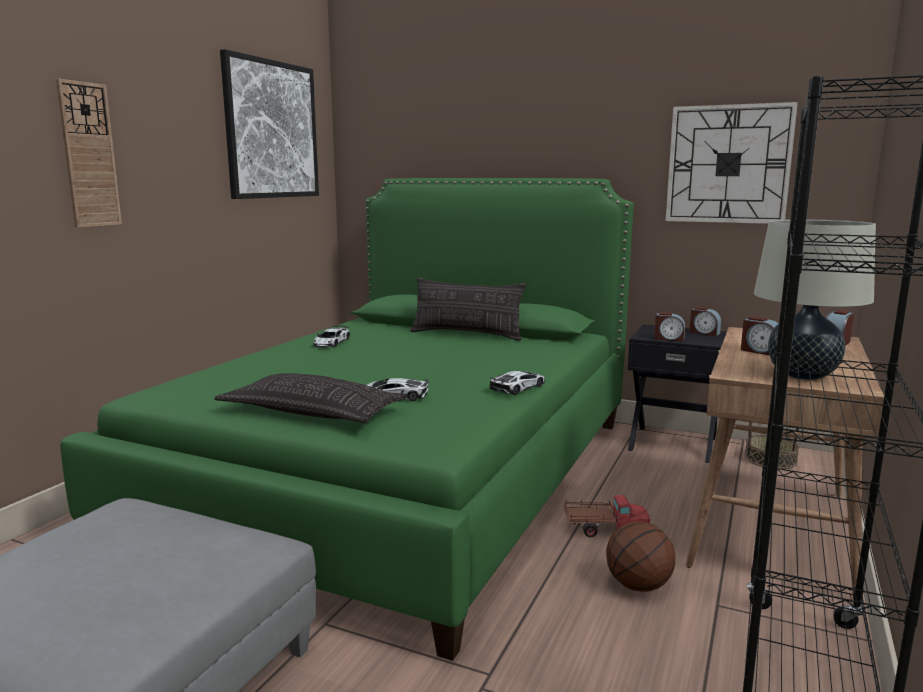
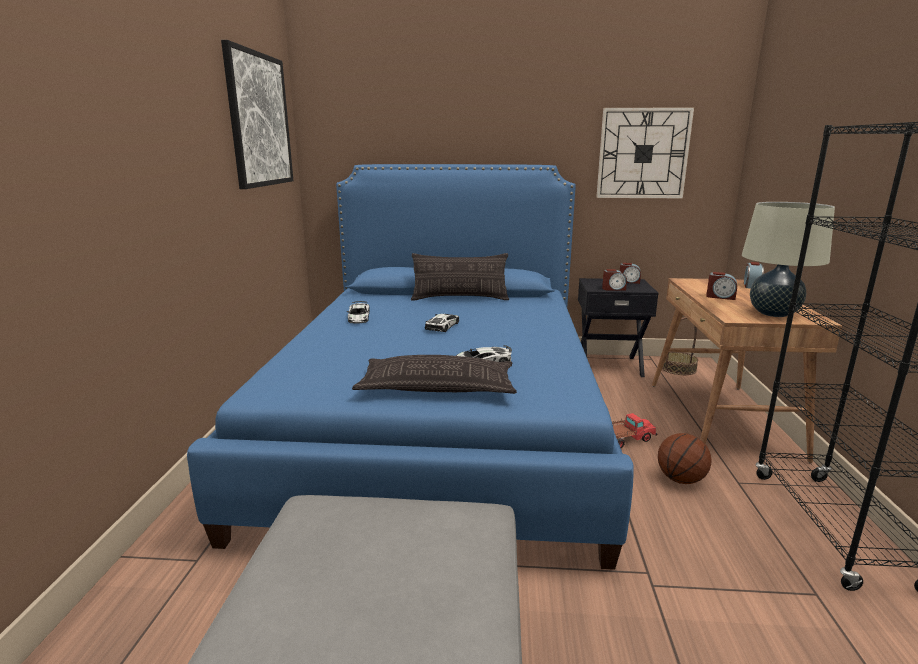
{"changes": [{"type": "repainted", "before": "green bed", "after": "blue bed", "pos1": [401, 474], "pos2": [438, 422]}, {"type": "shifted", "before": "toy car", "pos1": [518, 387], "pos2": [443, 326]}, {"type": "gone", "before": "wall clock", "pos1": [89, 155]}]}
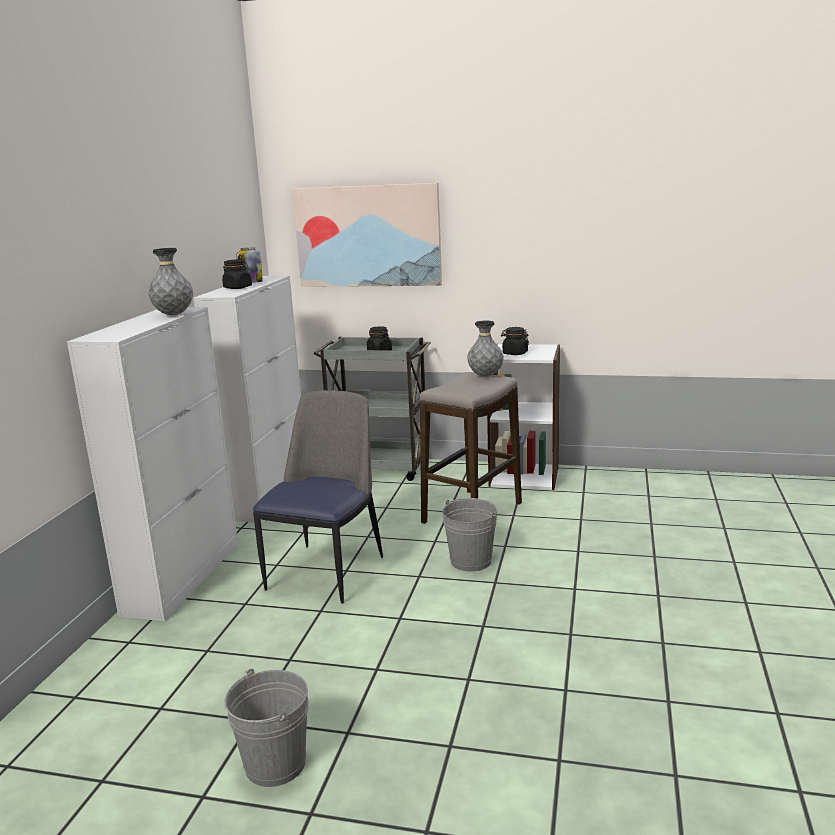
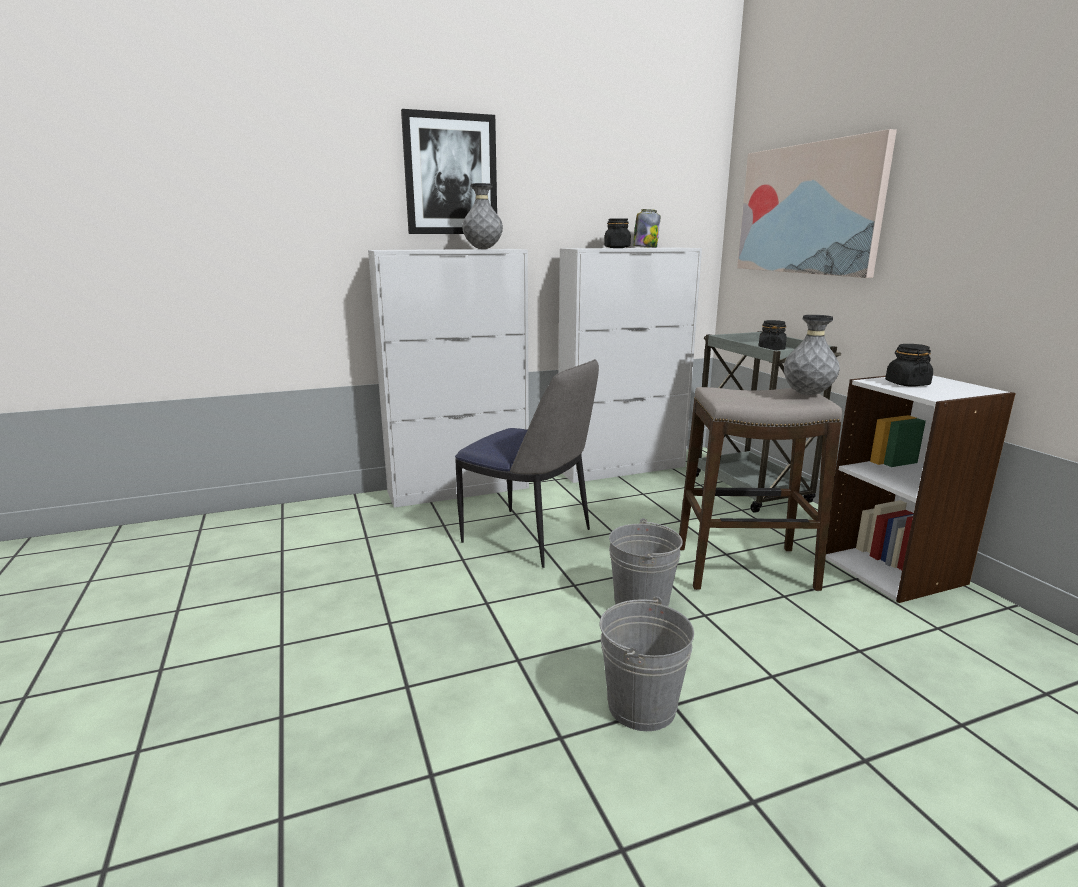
{"changes": [{"type": "new", "after": "picture", "pos2": [450, 175]}, {"type": "rotated", "before": "chair", "pos1": [327, 571], "pos2": [529, 537], "turn": 45}, {"type": "shifted", "before": "grey bucket", "pos1": [275, 764], "pos2": [641, 706]}]}
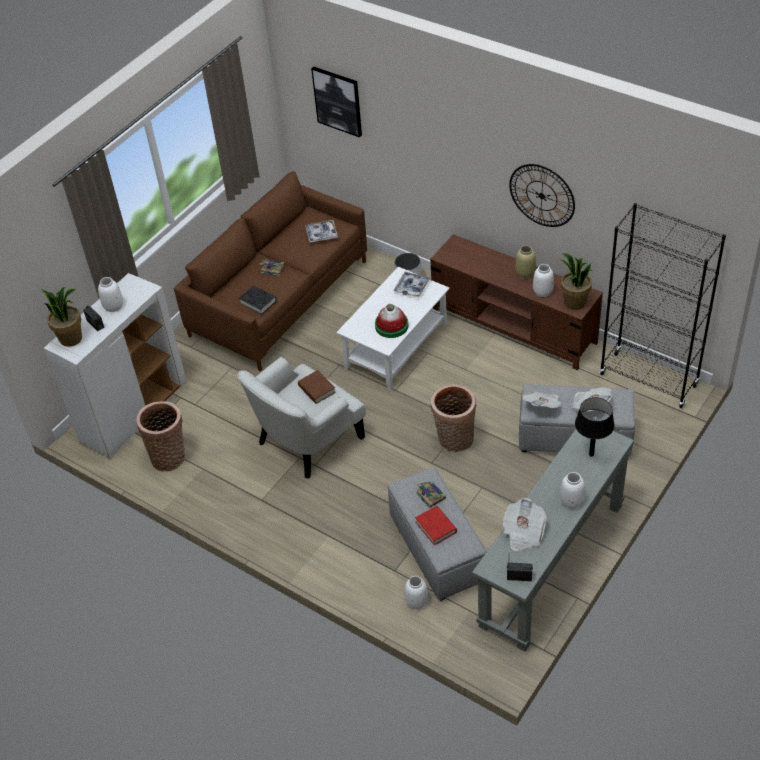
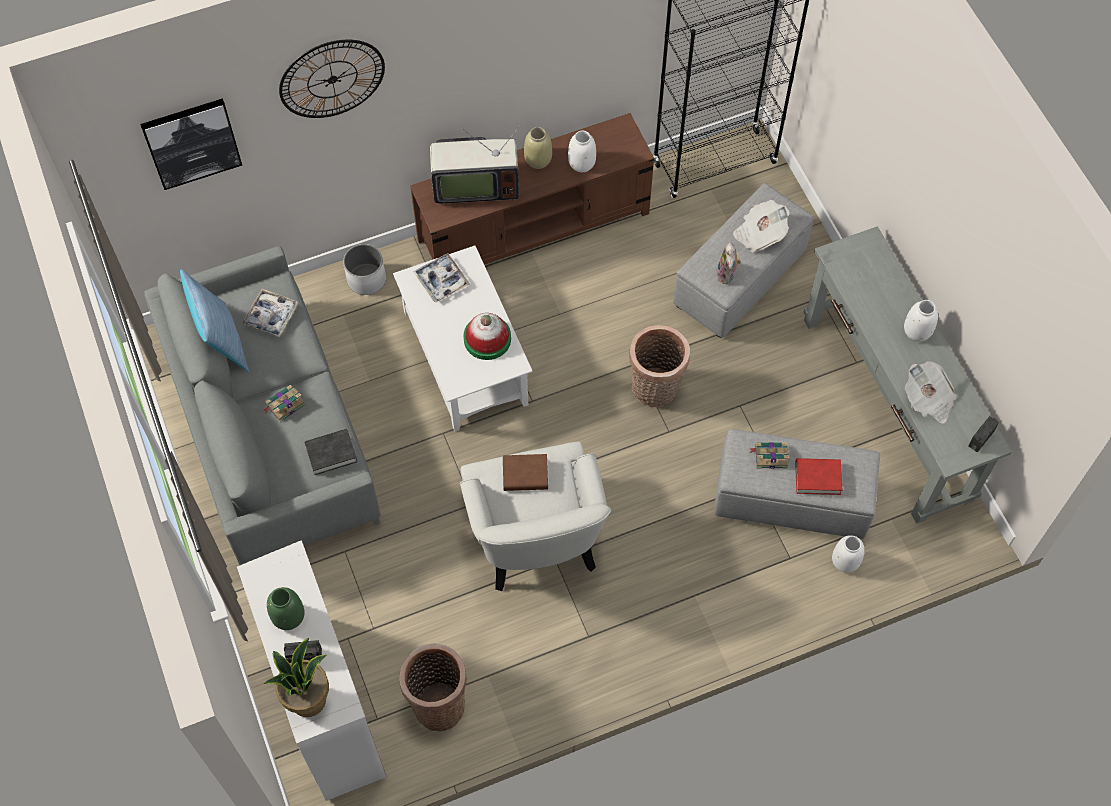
{"changes": [{"type": "repainted", "before": "brown sofa", "after": "grey sofa", "pos1": [279, 298], "pos2": [271, 432]}, {"type": "new", "after": "pillow", "pos2": [221, 342]}, {"type": "repainted", "before": "white vase", "after": "green vase", "pos1": [113, 306], "pos2": [289, 617]}, {"type": "shifted", "before": "wall clock", "pos1": [542, 195], "pos2": [332, 79]}, {"type": "new", "after": "television", "pos2": [474, 185]}, {"type": "swapped", "before": "newspaper", "after": "plush toy", "pos1": [543, 406], "pos2": [727, 275]}, {"type": "gone", "before": "potted plant", "pos1": [574, 303]}, {"type": "gone", "before": "black table lamp", "pos1": [591, 454]}]}
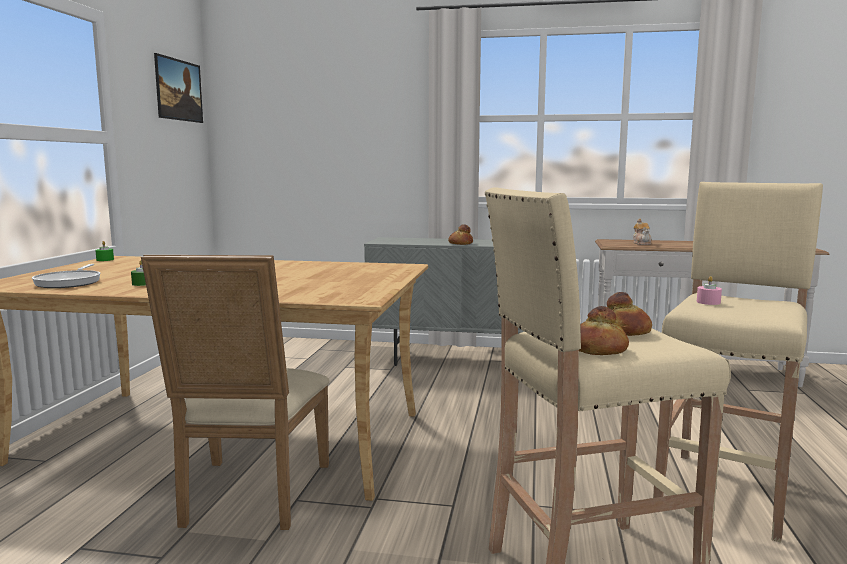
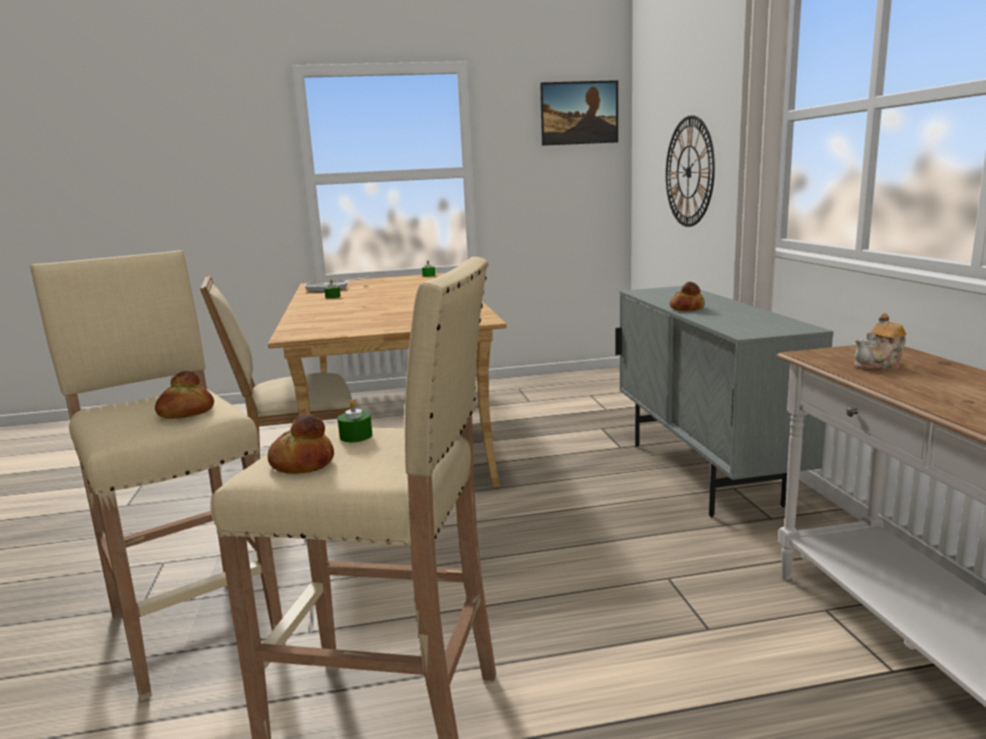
{"changes": [{"type": "shifted", "before": "bread", "pos1": [599, 350], "pos2": [301, 463]}, {"type": "repainted", "before": "pink candle", "after": "green candle", "pos1": [708, 302], "pos2": [356, 436]}, {"type": "new", "after": "wall clock", "pos2": [689, 172]}]}
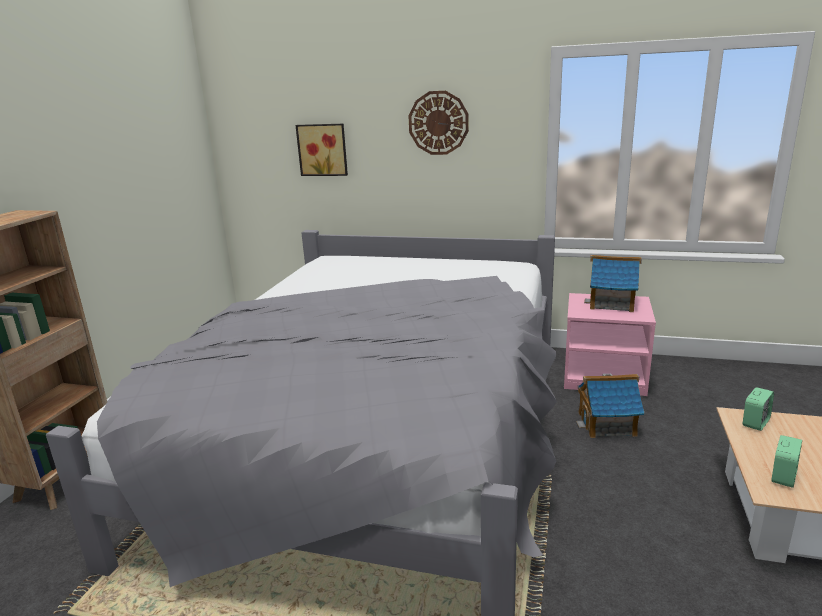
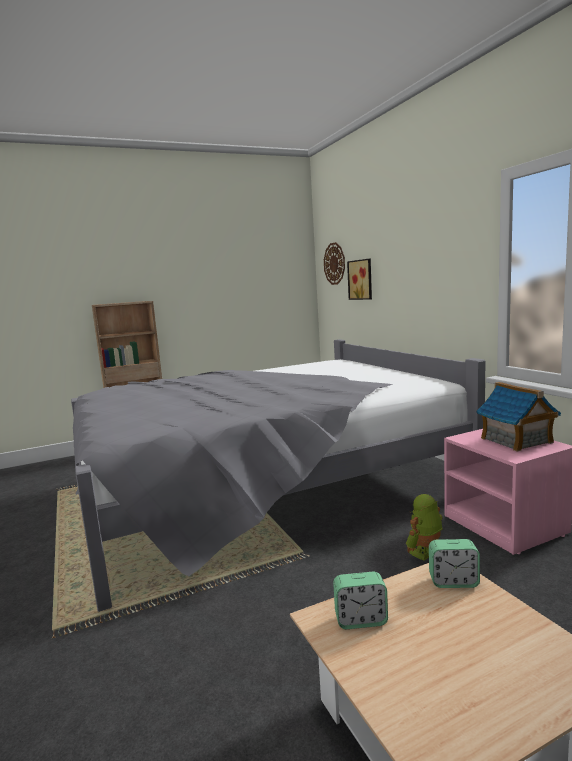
{"changes": [{"type": "shifted", "before": "wall clock", "pos1": [438, 123], "pos2": [334, 263]}, {"type": "swapped", "before": "toy house", "after": "toy robot", "pos1": [607, 424], "pos2": [425, 553]}]}
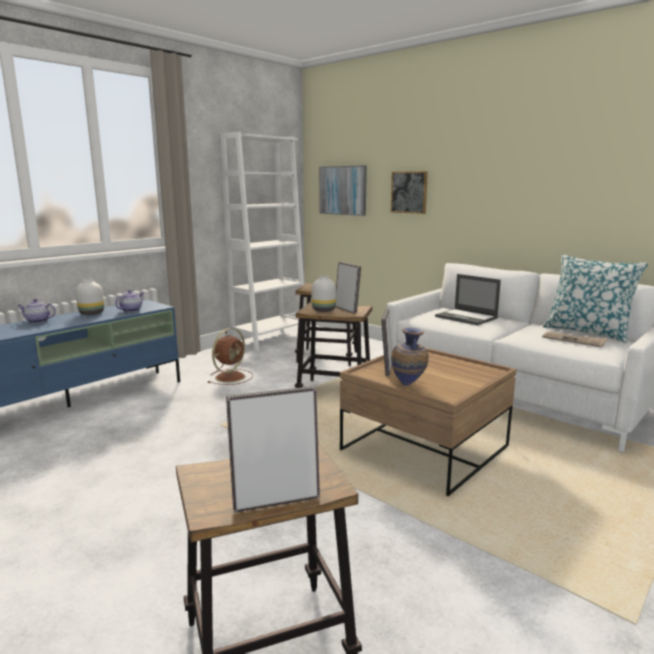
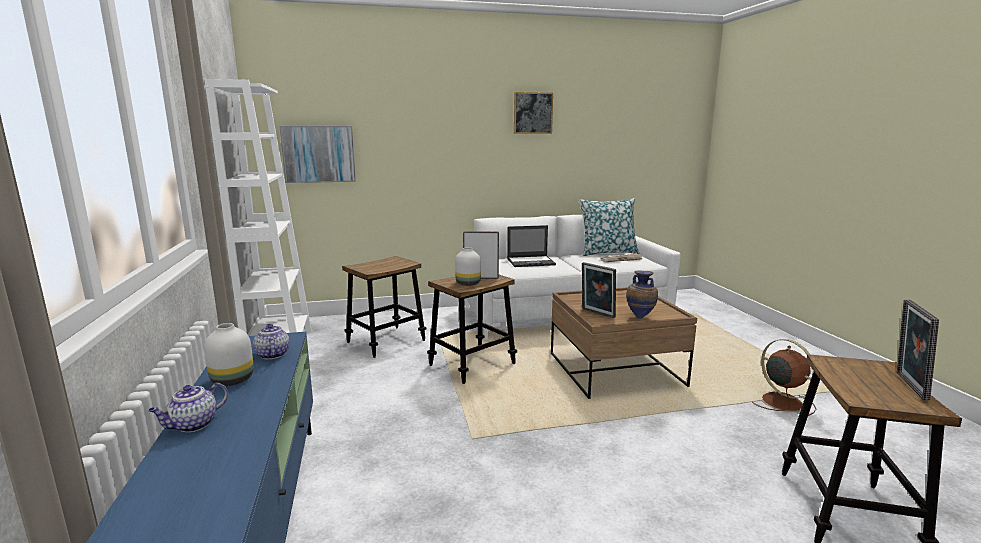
{"changes": [{"type": "shifted", "before": "picture", "pos1": [409, 192], "pos2": [532, 113]}, {"type": "shifted", "before": "brown fan", "pos1": [231, 377], "pos2": [780, 401]}]}
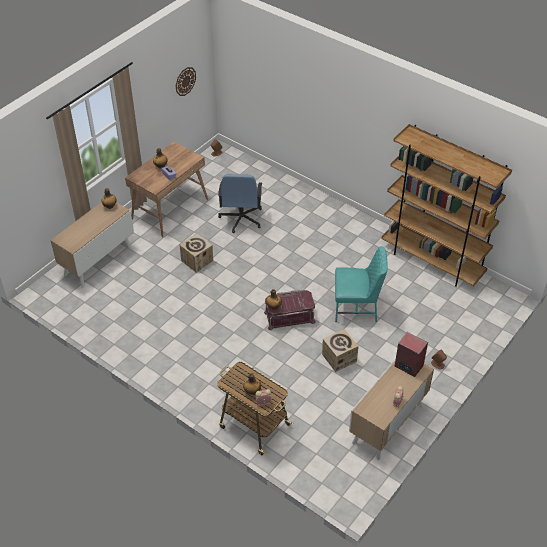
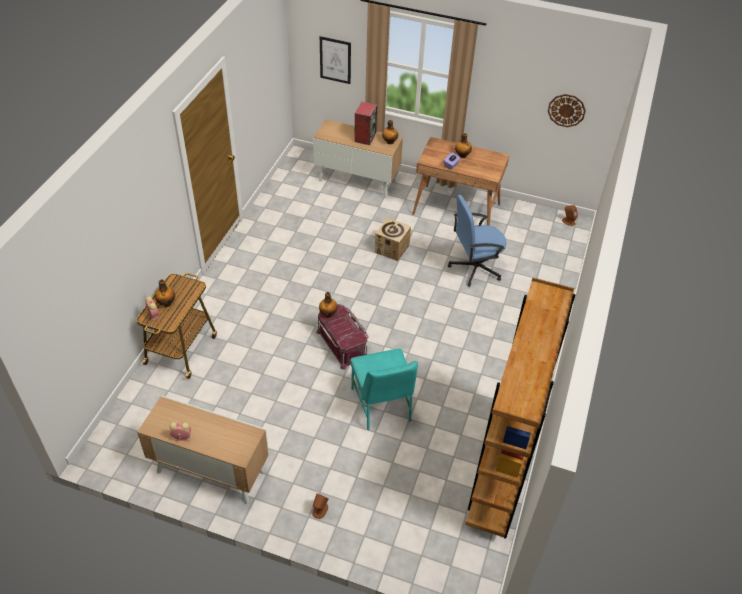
{"changes": [{"type": "new", "after": "picture", "pos2": [335, 60]}, {"type": "shifted", "before": "speaker", "pos1": [408, 366], "pos2": [365, 137]}, {"type": "gone", "before": "cardboard box", "pos1": [339, 358]}]}
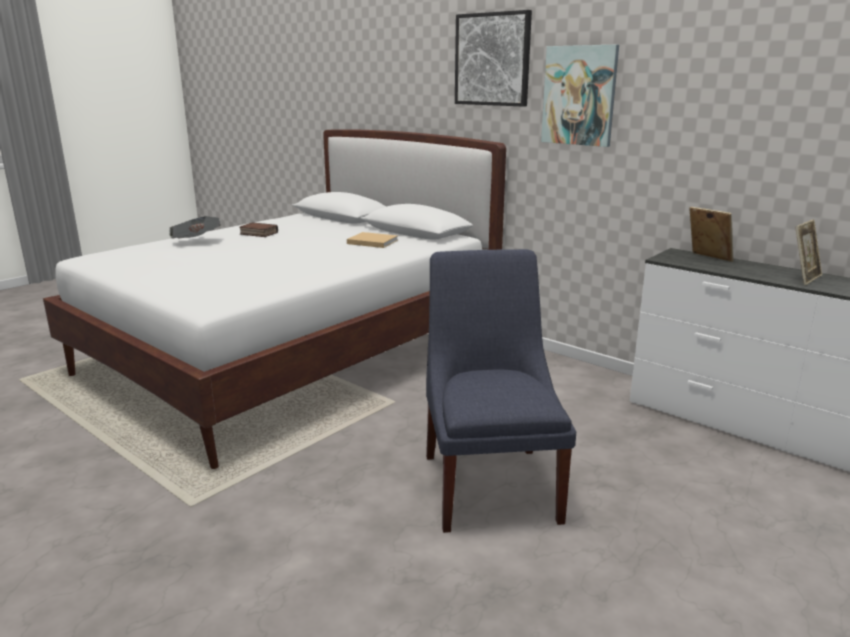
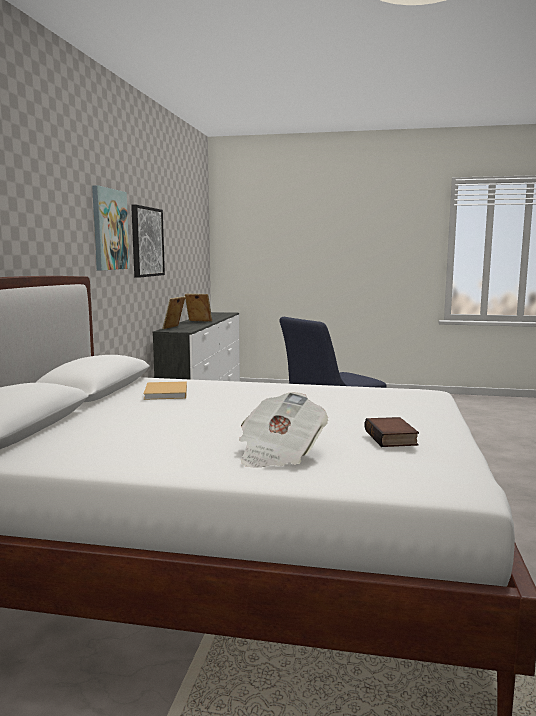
{"changes": [{"type": "shifted", "before": "picture", "pos1": [492, 59], "pos2": [146, 242]}, {"type": "shifted", "before": "book", "pos1": [257, 233], "pos2": [392, 438]}]}
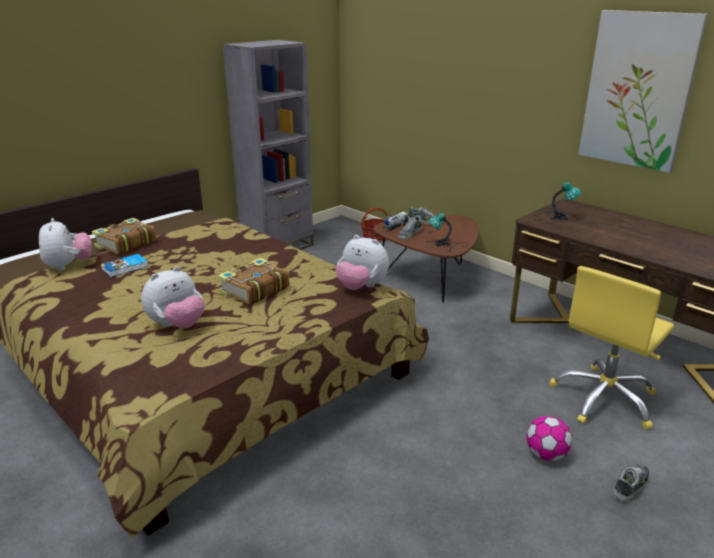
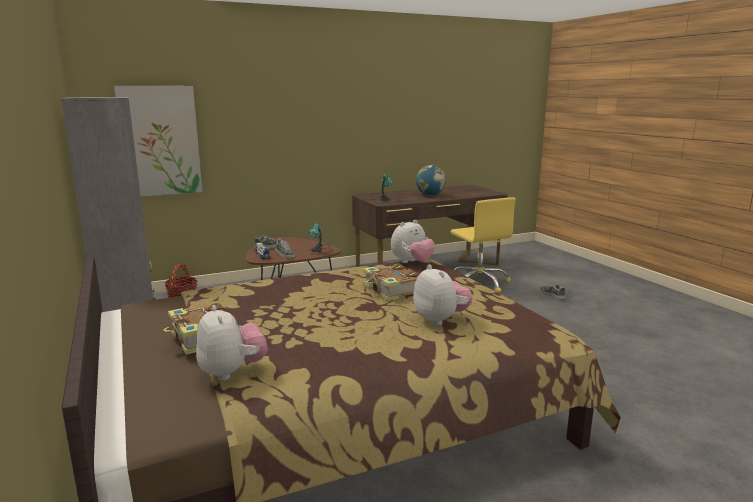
{"changes": [{"type": "shifted", "before": "picture", "pos1": [638, 90], "pos2": [160, 141]}, {"type": "rotated", "before": "plush toy", "pos1": [69, 266], "pos2": [232, 372], "turn": 60}, {"type": "new", "after": "globe", "pos2": [430, 195]}, {"type": "gone", "before": "book", "pos1": [125, 267]}, {"type": "gone", "before": "football", "pos1": [546, 454]}]}
